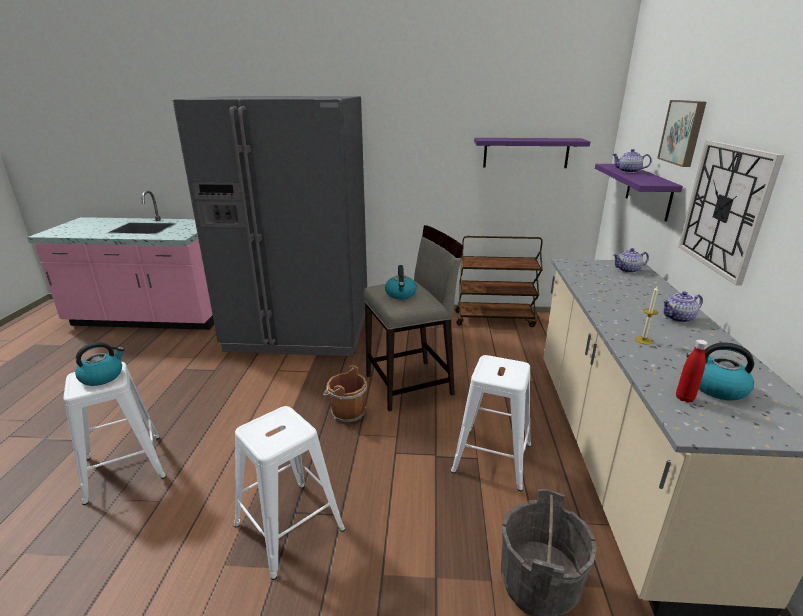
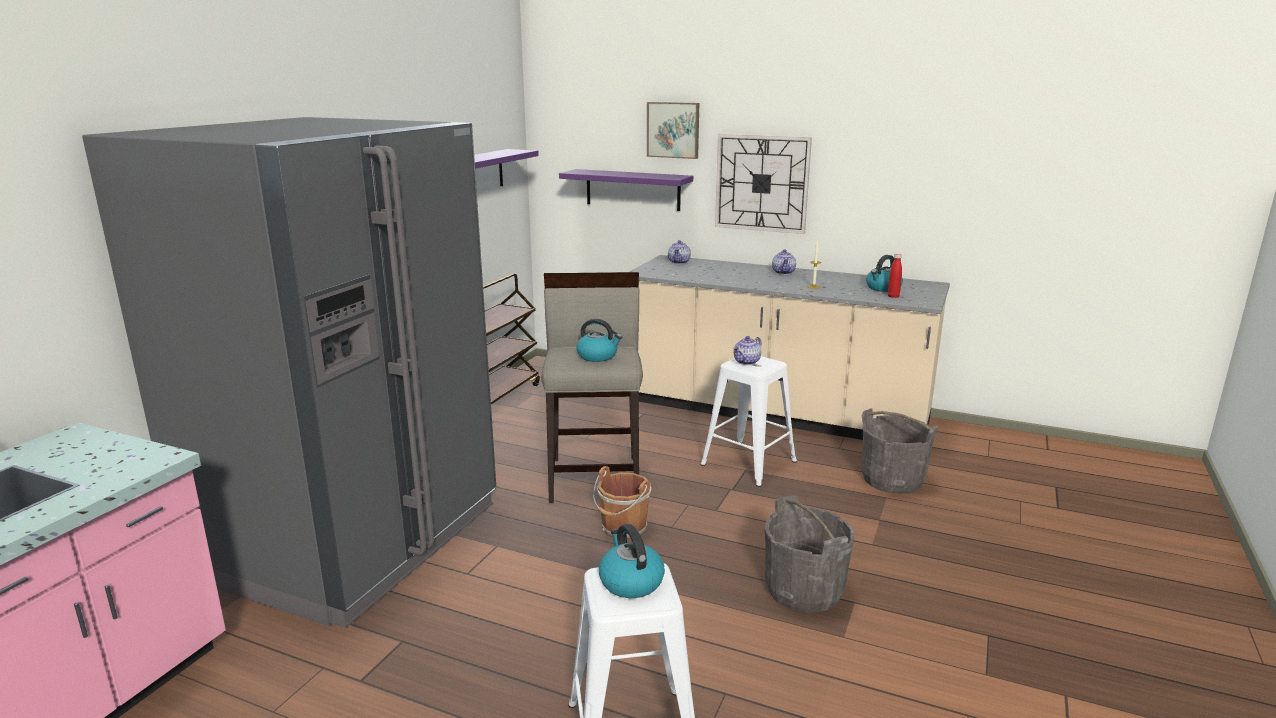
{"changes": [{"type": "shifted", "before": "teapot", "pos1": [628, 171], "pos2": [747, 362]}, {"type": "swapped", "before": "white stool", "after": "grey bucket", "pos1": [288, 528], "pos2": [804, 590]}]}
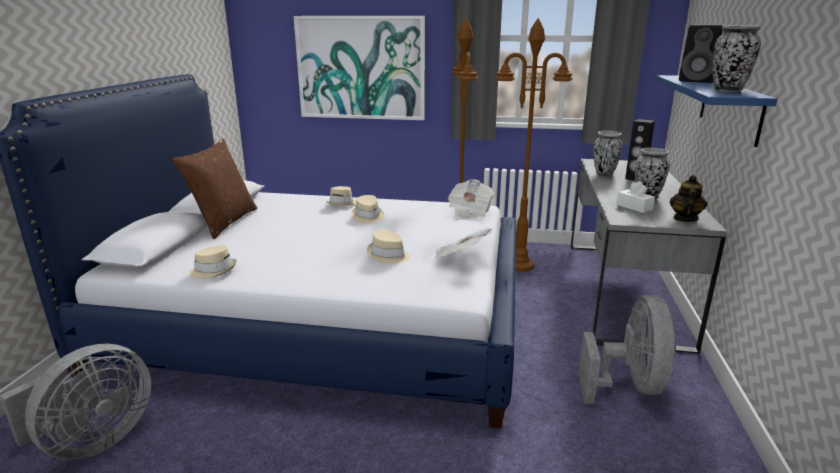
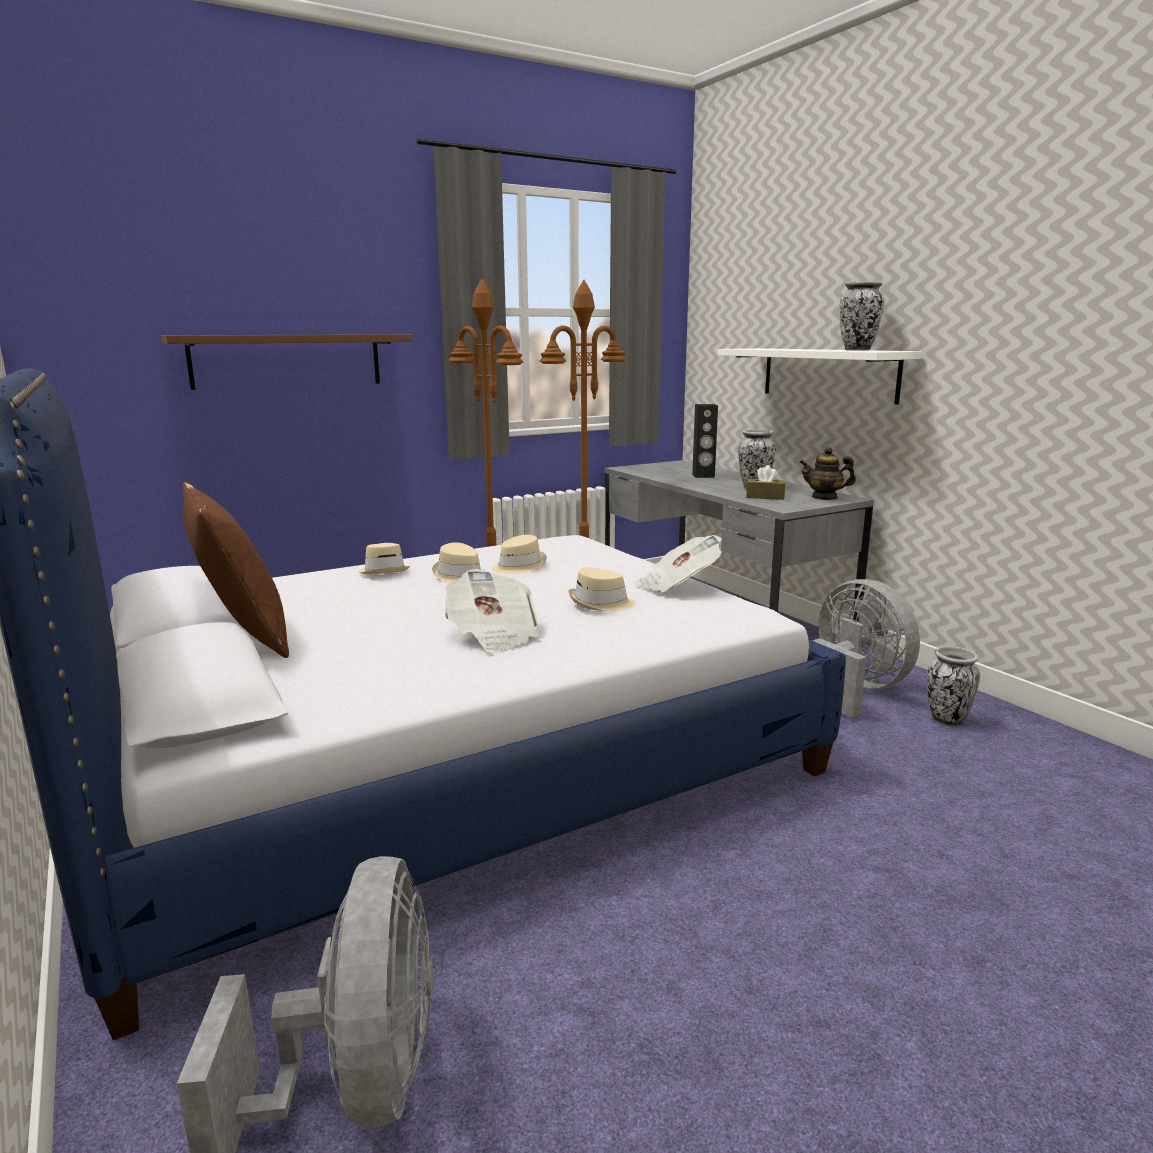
{"changes": [{"type": "swapped", "before": "picture", "after": "brown shelf", "pos1": [361, 68], "pos2": [287, 360]}, {"type": "shifted", "before": "newspaper", "pos1": [469, 212], "pos2": [493, 635]}, {"type": "shifted", "before": "beige hat", "pos1": [213, 270], "pos2": [518, 566]}, {"type": "repainted", "before": "blue shelf", "after": "white shelf", "pos1": [730, 108], "pos2": [828, 374]}, {"type": "repainted", "before": "white tissue box", "after": "brown tissue box", "pos1": [634, 207], "pos2": [765, 497]}, {"type": "rotated", "before": "teapot", "pos1": [684, 219], "pos2": [824, 497], "turn": -60}, {"type": "shifted", "before": "vase", "pos1": [604, 174], "pos2": [946, 720]}, {"type": "gone", "before": "black speaker", "pos1": [697, 81]}]}
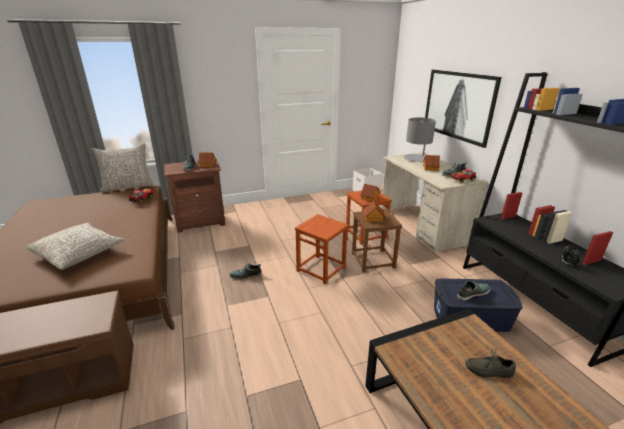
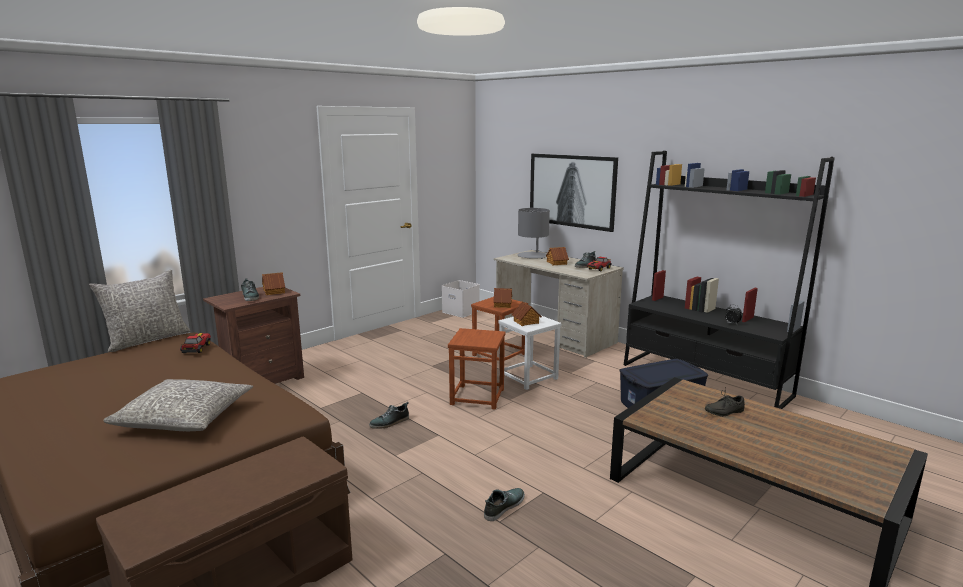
{"changes": [{"type": "shifted", "before": "shoe", "pos1": [472, 293], "pos2": [503, 506]}, {"type": "repainted", "before": "brown stool", "after": "white stool", "pos1": [373, 260], "pos2": [528, 377]}]}
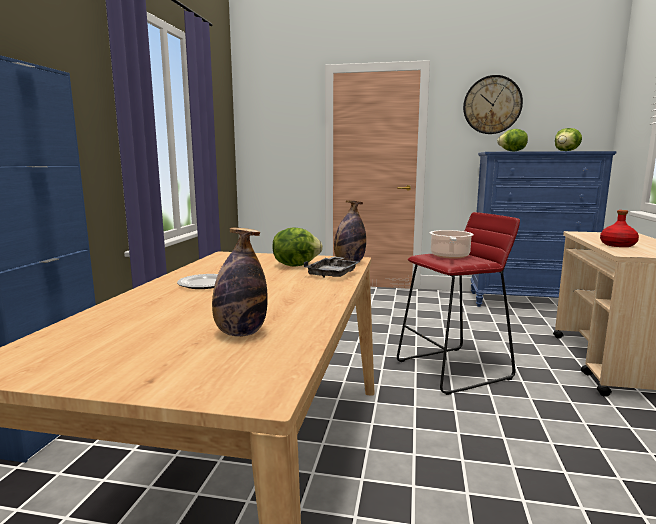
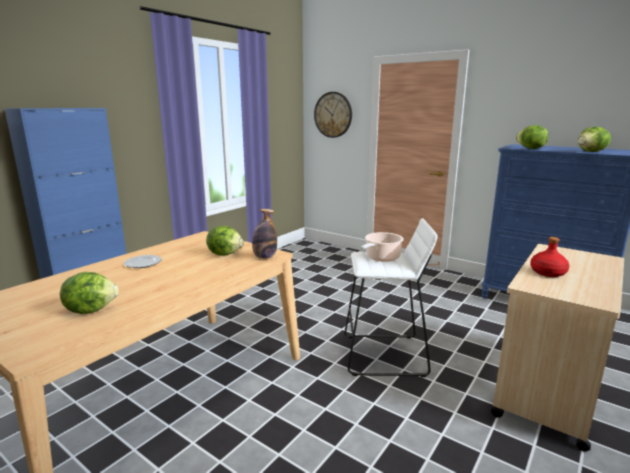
{"changes": [{"type": "swapped", "before": "bottle", "after": "lettuce", "pos1": [240, 333], "pos2": [91, 309]}, {"type": "shifted", "before": "wall clock", "pos1": [492, 105], "pos2": [333, 115]}, {"type": "repainted", "before": "red stool", "after": "white stool", "pos1": [454, 369], "pos2": [385, 355]}, {"type": "gone", "before": "grey tray", "pos1": [333, 274]}]}
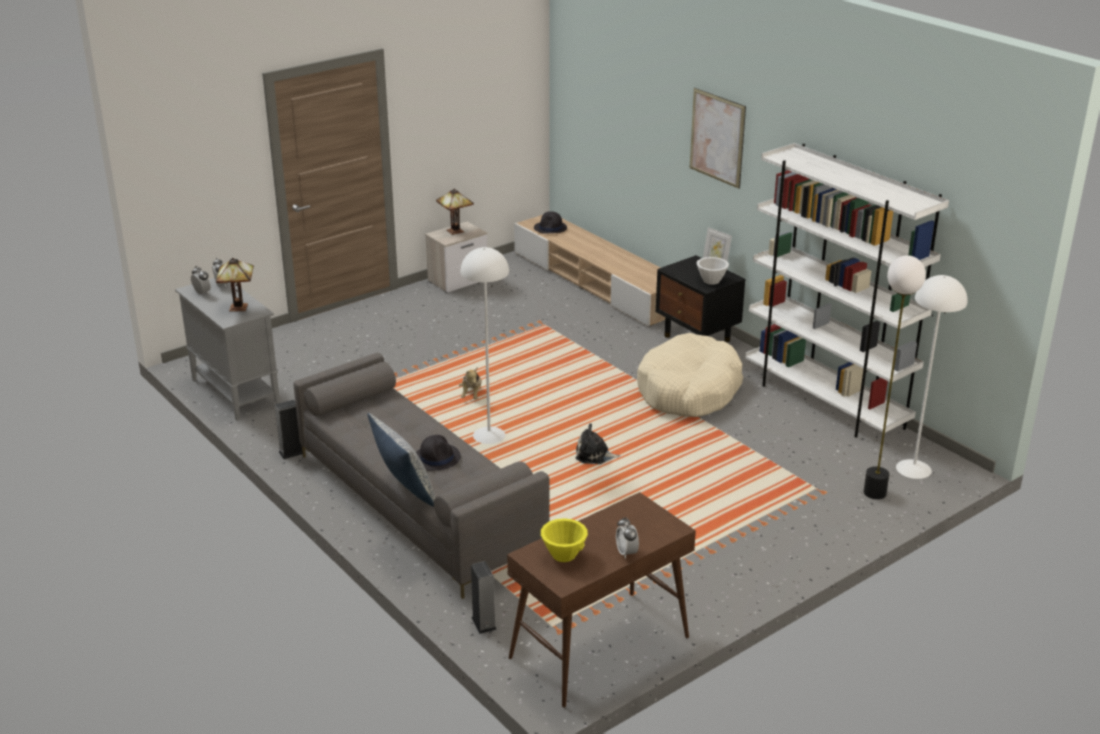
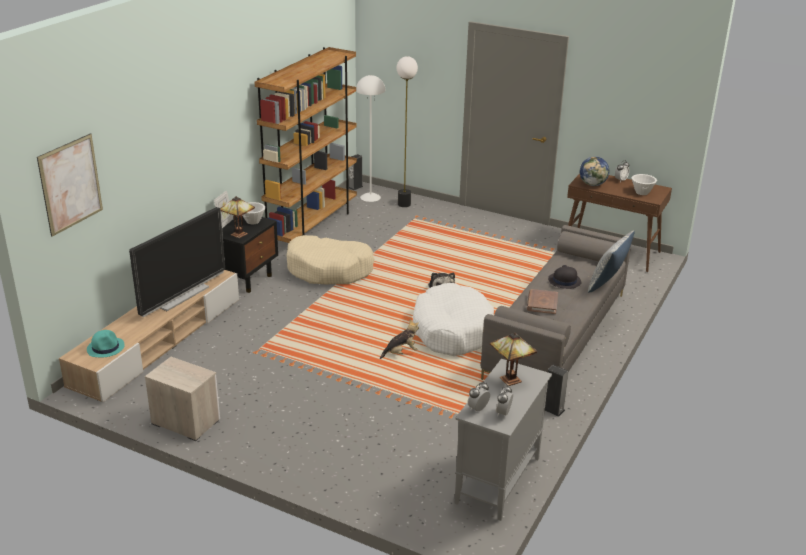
{"changes": [{"type": "shifted", "before": "picture", "pos1": [717, 138], "pos2": [70, 184]}, {"type": "repainted", "before": "black hat", "after": "turquoise hat", "pos1": [550, 228], "pos2": [106, 347]}, {"type": "new", "after": "television", "pos2": [181, 296]}, {"type": "shifted", "before": "table lamp", "pos1": [456, 230], "pos2": [237, 234]}, {"type": "repainted", "before": "white bookcase", "after": "brown bookcase", "pos1": [825, 403], "pos2": [312, 226]}, {"type": "shifted", "before": "speaker", "pos1": [484, 623], "pos2": [355, 187]}, {"type": "swapped", "before": "white floor lamp", "after": "white dog bed", "pos1": [488, 435], "pos2": [452, 330]}, {"type": "new", "after": "brown book", "pos2": [542, 303]}, {"type": "new", "after": "globe", "pos2": [593, 184]}, {"type": "repainted", "before": "yellow bowl", "after": "white bowl", "pos1": [563, 555], "pos2": [642, 192]}]}
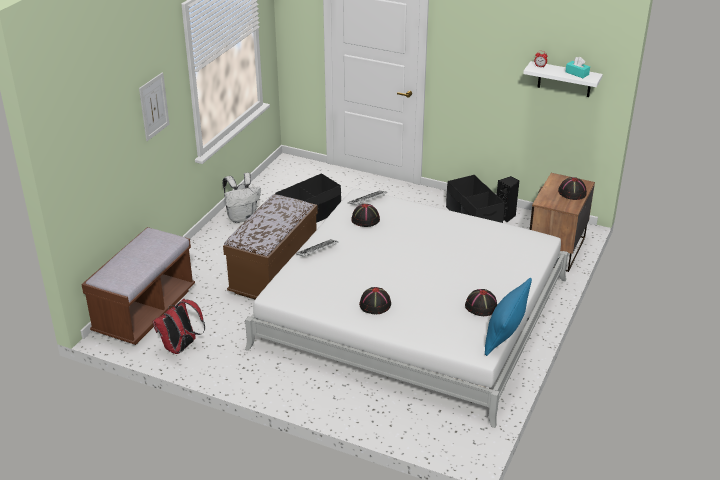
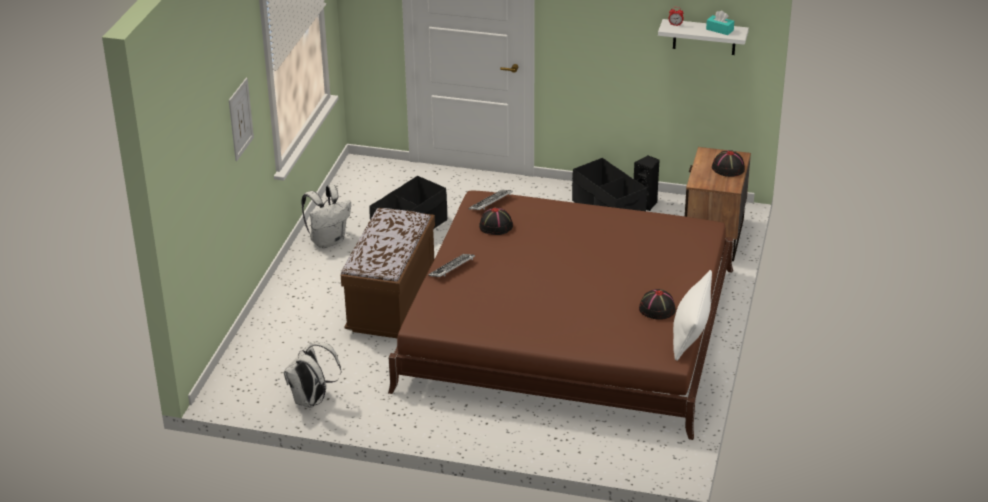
{"changes": [{"type": "repainted", "before": "red backpack", "after": "white backpack", "pos1": [181, 347], "pos2": [312, 400]}, {"type": "repainted", "before": "white bed", "after": "brown bed", "pos1": [412, 312], "pos2": [568, 328]}, {"type": "repainted", "before": "blue pillow", "after": "white pillow", "pos1": [505, 332], "pos2": [690, 333]}, {"type": "gone", "before": "brown bench", "pos1": [145, 311]}, {"type": "gone", "before": "black hat", "pos1": [375, 305]}]}
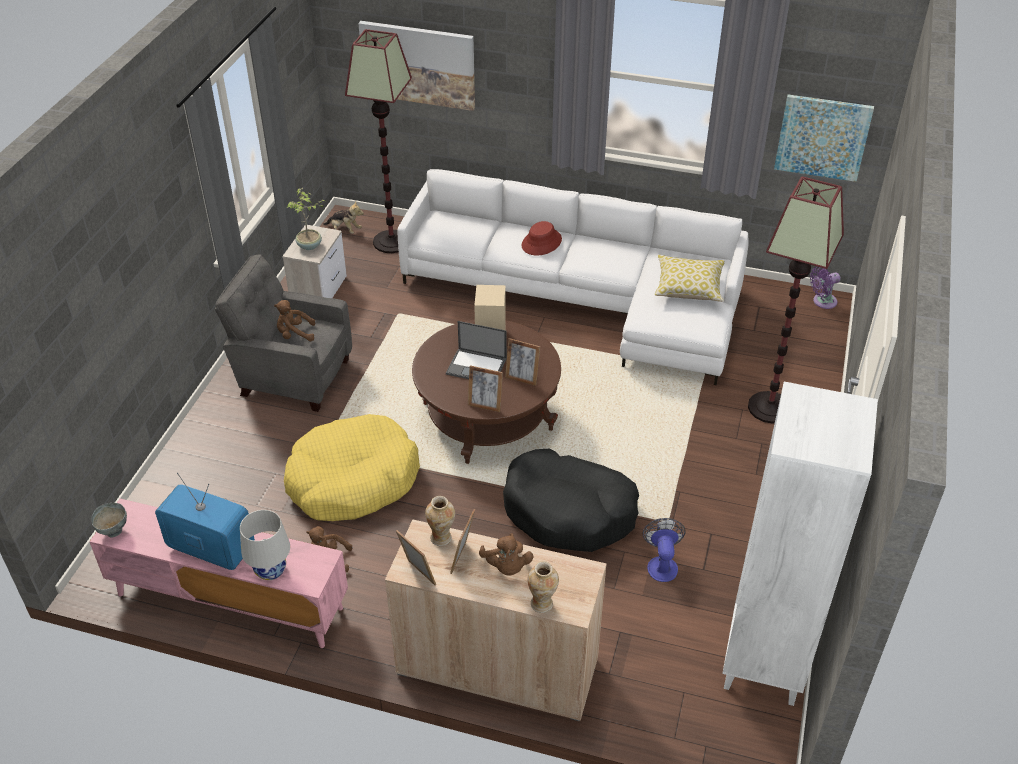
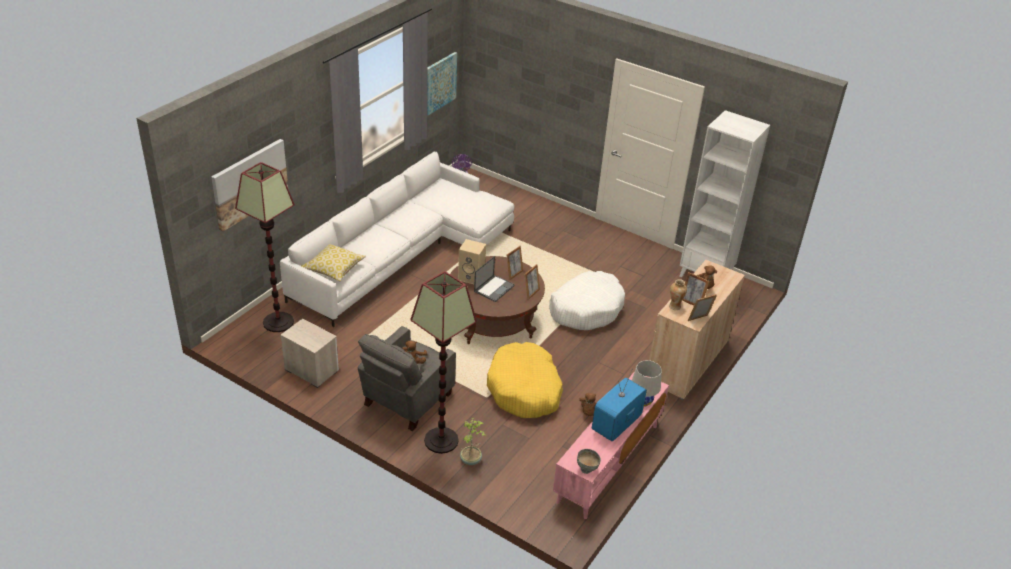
{"changes": [{"type": "shifted", "before": "pillow", "pos1": [689, 287], "pos2": [334, 268]}, {"type": "shifted", "before": "floor lamp", "pos1": [770, 408], "pos2": [441, 440]}, {"type": "shifted", "before": "potted plant", "pos1": [309, 246], "pos2": [471, 460]}, {"type": "repainted", "before": "black dog bed", "after": "white dog bed", "pos1": [569, 511], "pos2": [586, 309]}, {"type": "gone", "before": "plush toy", "pos1": [344, 230]}, {"type": "gone", "before": "red hat", "pos1": [541, 243]}, {"type": "gone", "before": "vase", "pos1": [542, 604]}, {"type": "gone", "before": "fan", "pos1": [661, 564]}]}
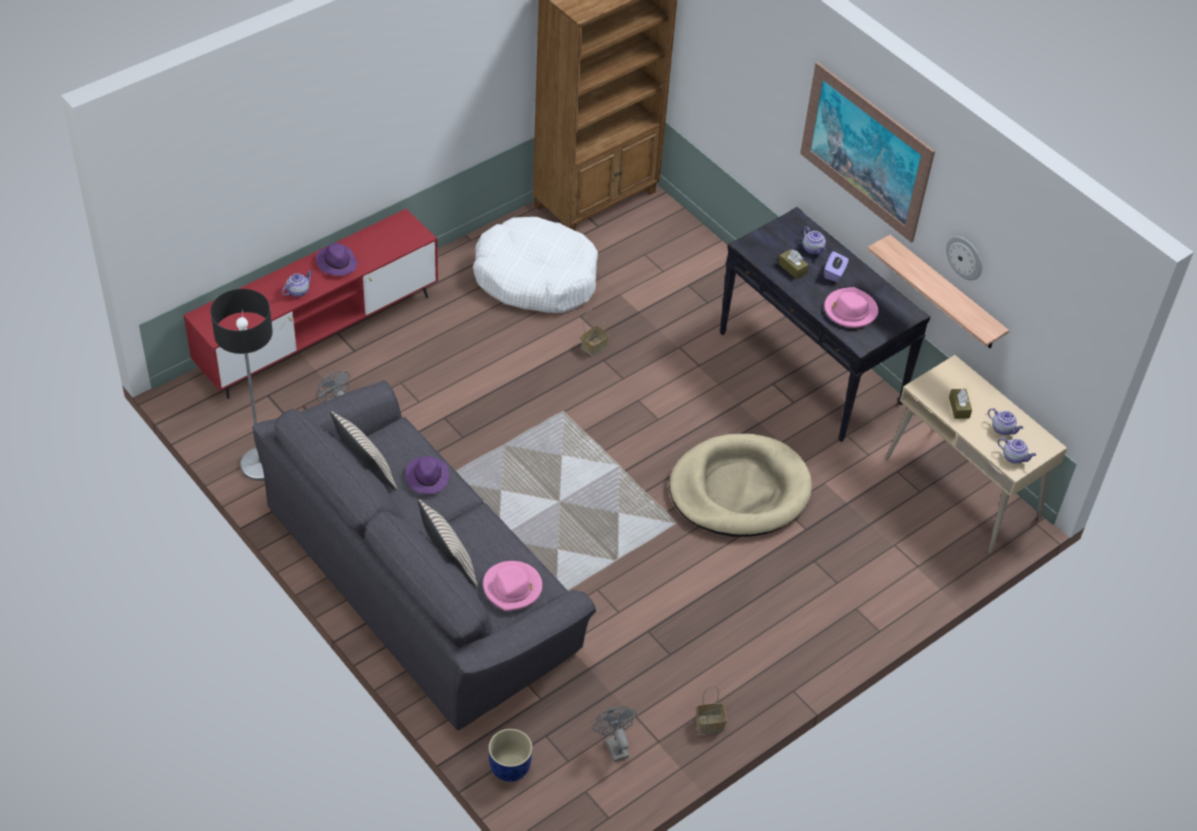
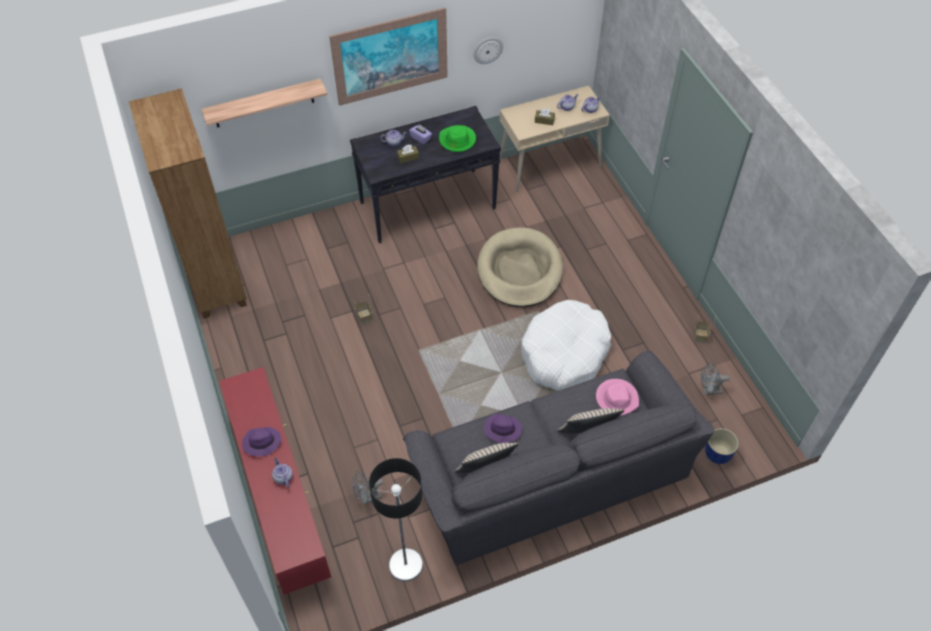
{"changes": [{"type": "shifted", "before": "shelf", "pos1": [944, 294], "pos2": [263, 103]}, {"type": "repainted", "before": "pink hat", "after": "green hat", "pos1": [850, 310], "pos2": [457, 140]}, {"type": "shifted", "before": "white dog bed", "pos1": [536, 277], "pos2": [564, 353]}]}
